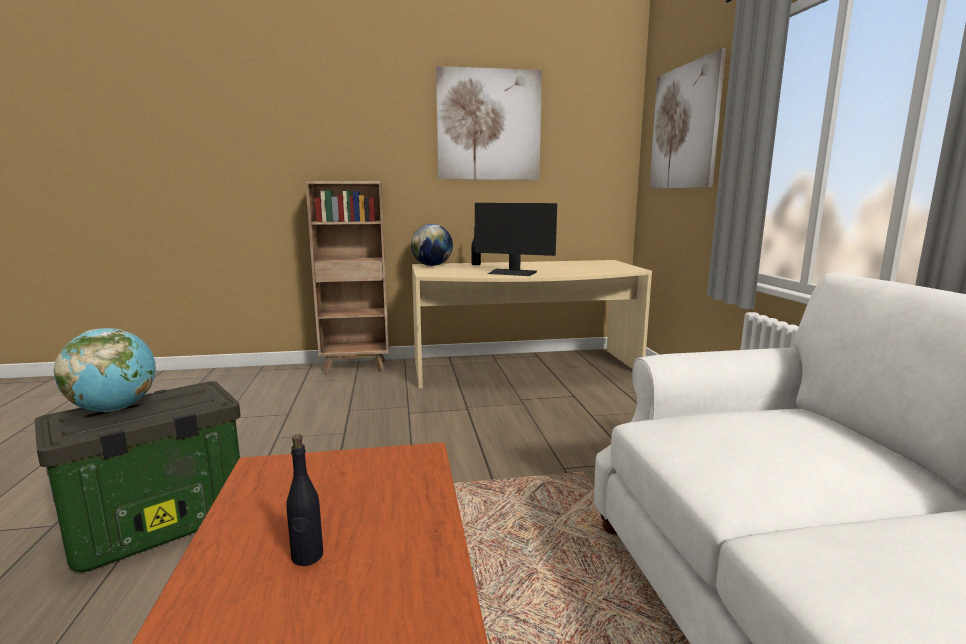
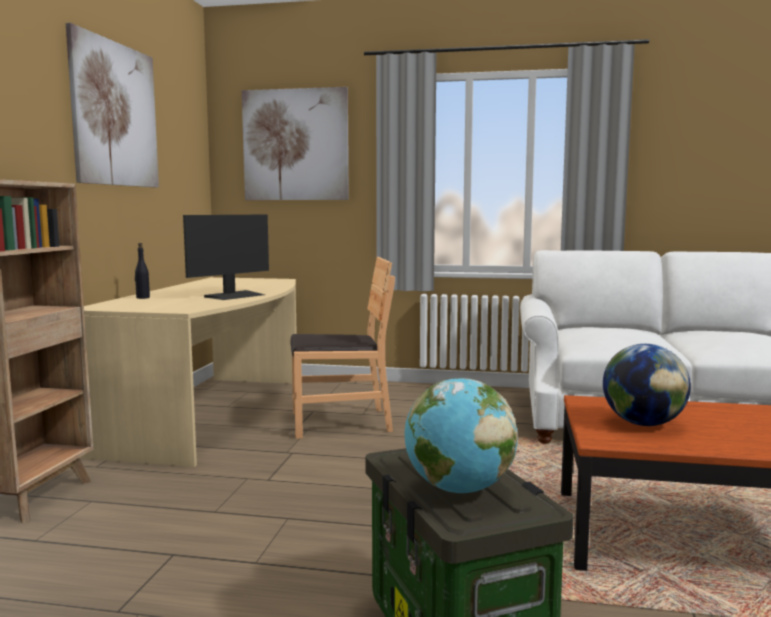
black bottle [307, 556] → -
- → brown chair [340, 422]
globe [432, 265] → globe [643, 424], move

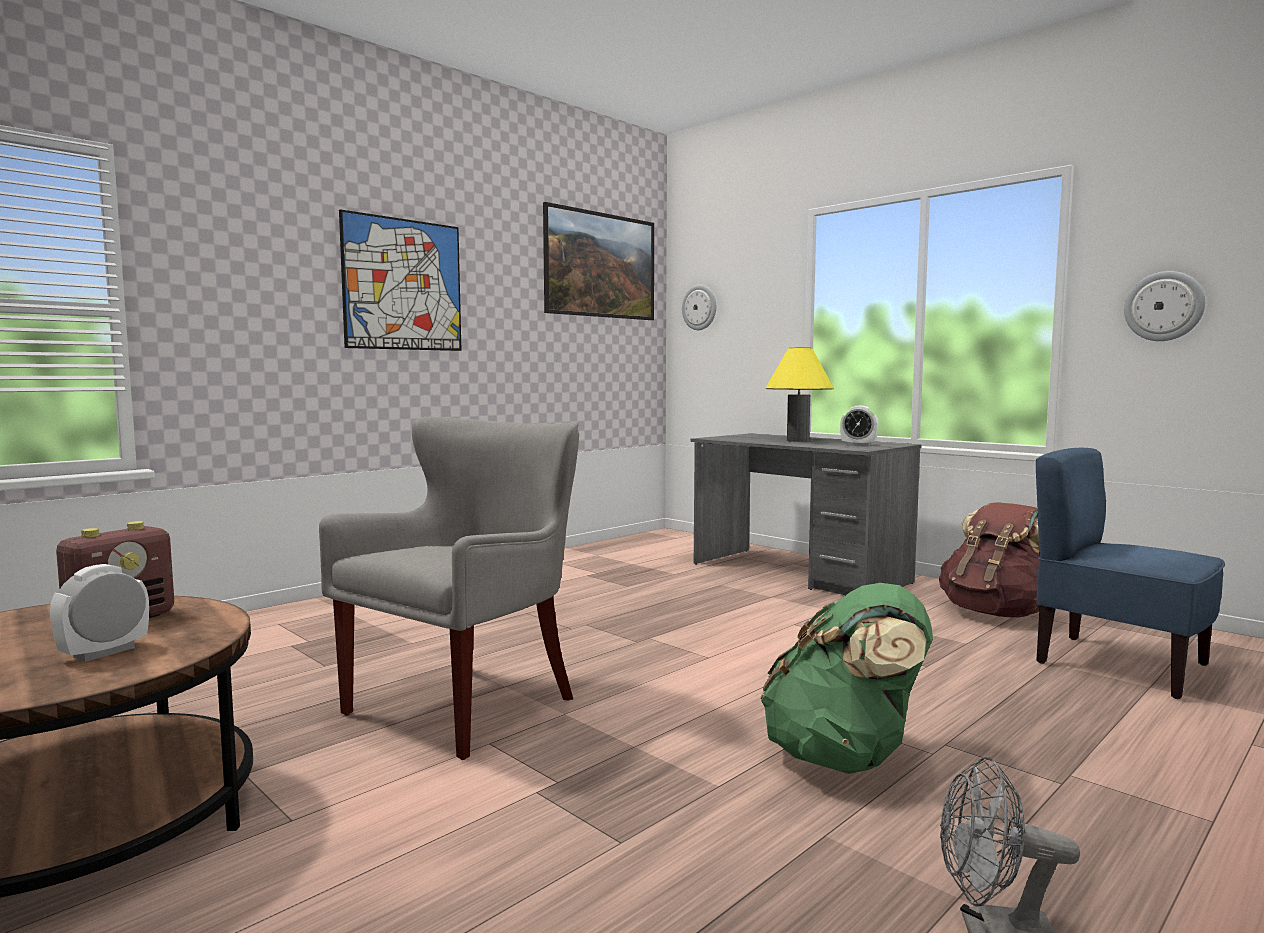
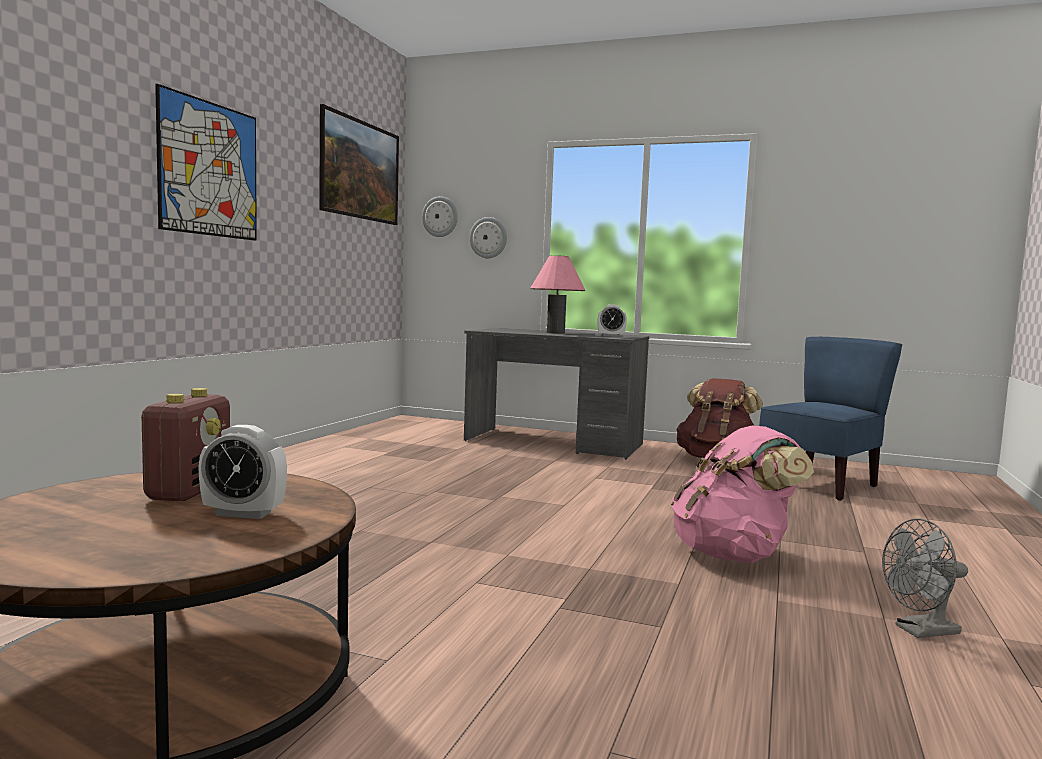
grey armchair [467, 705] → -
wall clock [1164, 306] → wall clock [488, 237], move
green backpack [845, 757] → pink backpack [733, 555]
yellow table lamp [797, 440] → pink table lamp [555, 333]
alarm clock [104, 652] → alarm clock [243, 513], 90 degrees counterclockwise
blue chair [1120, 665] → blue chair [819, 484], 120 degrees clockwise

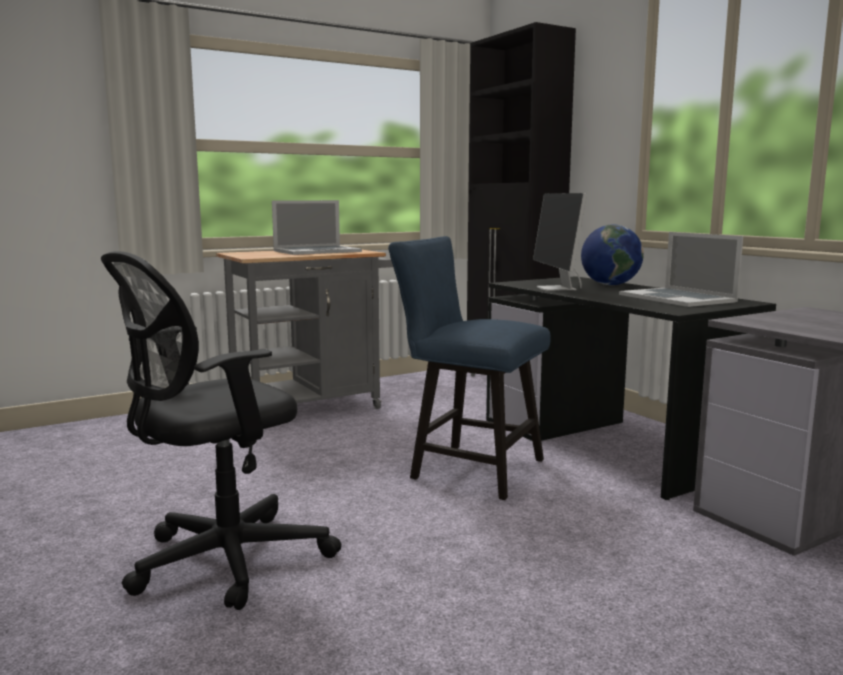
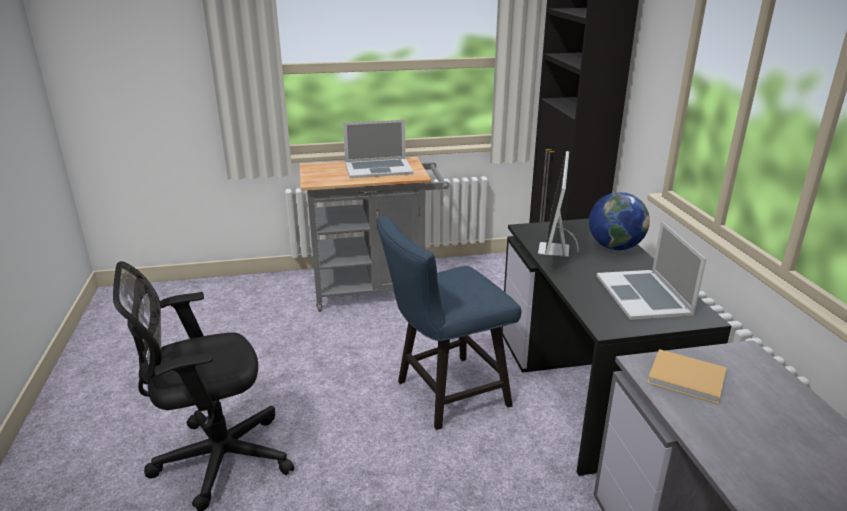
- → beige book [689, 379]
blue chair [468, 468] → blue chair [445, 395], 75 degrees counterclockwise

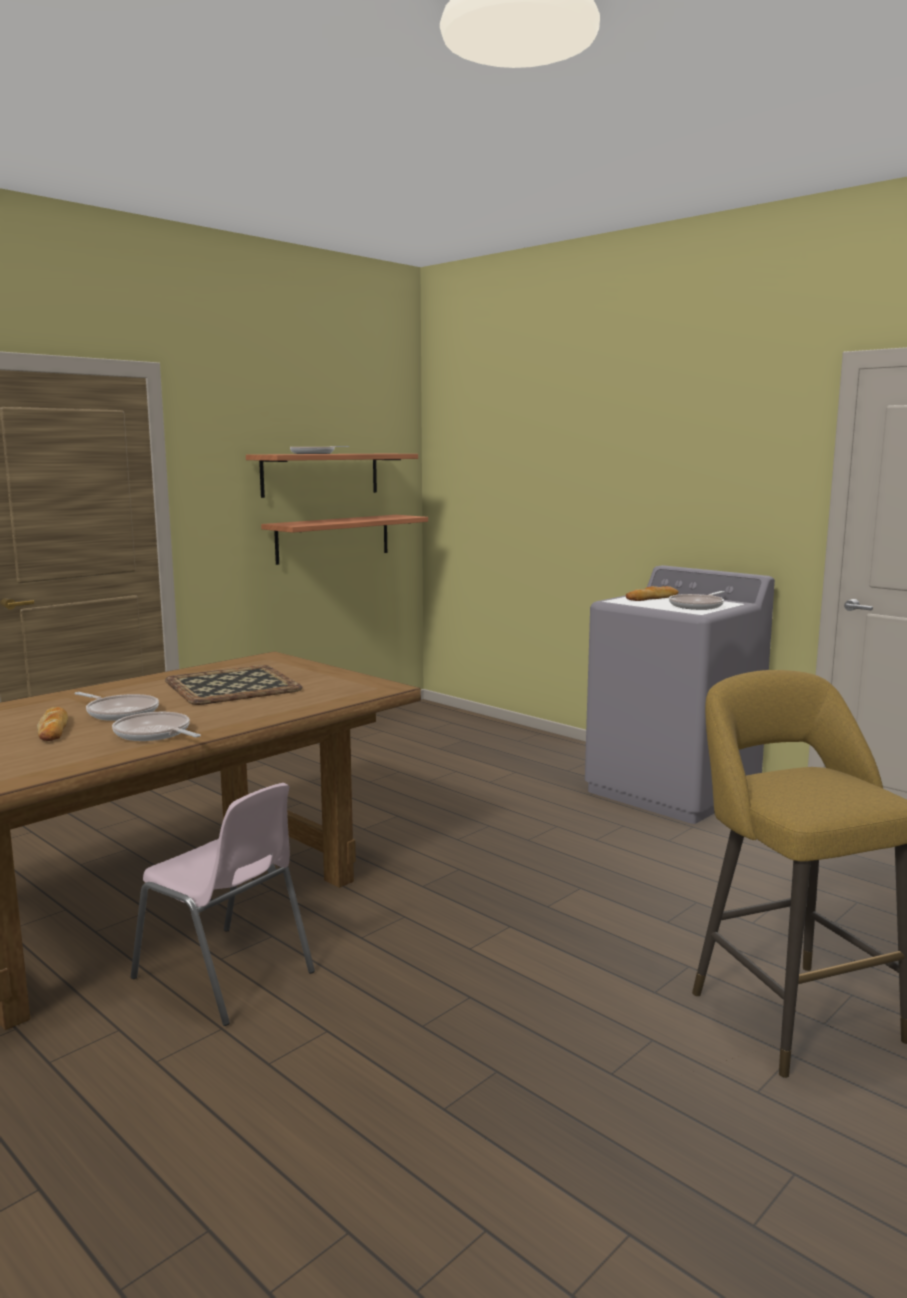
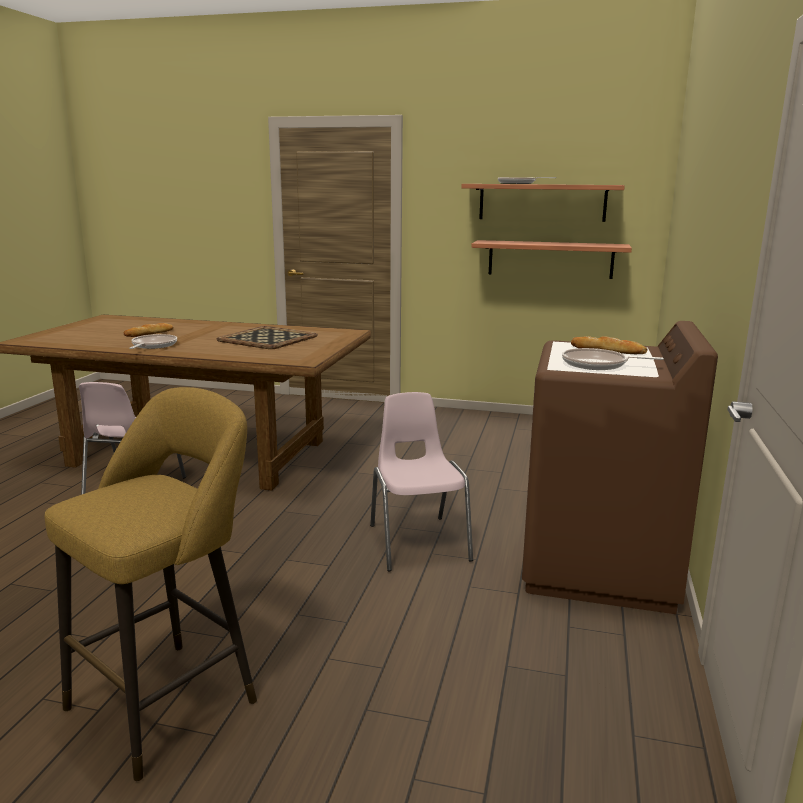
frying pan [120, 712] → -
- → pink chair [418, 542]
grey washing machine [672, 791] → brown washing machine [599, 567]

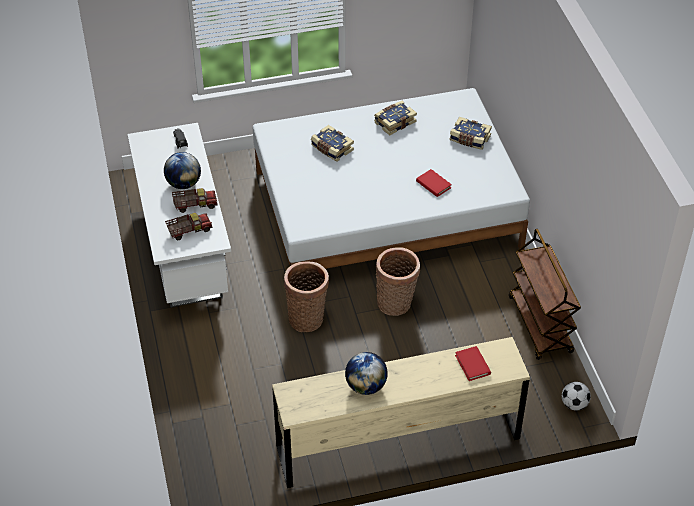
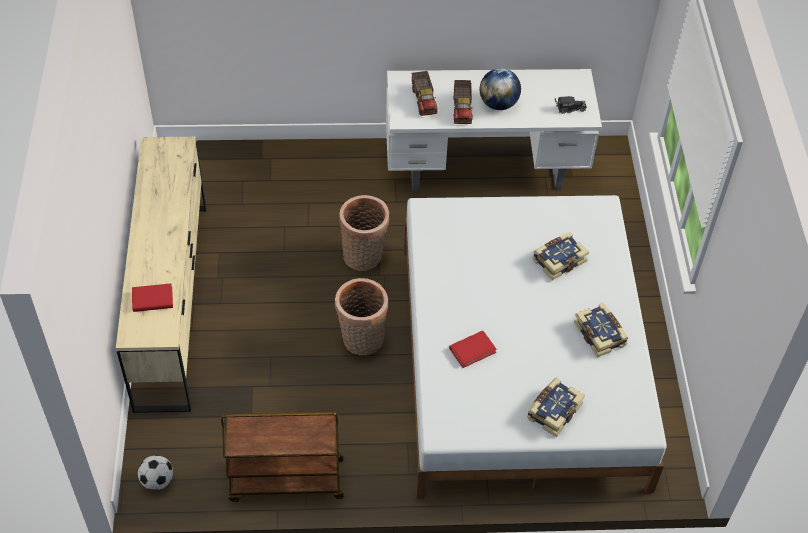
globe [366, 386] → -

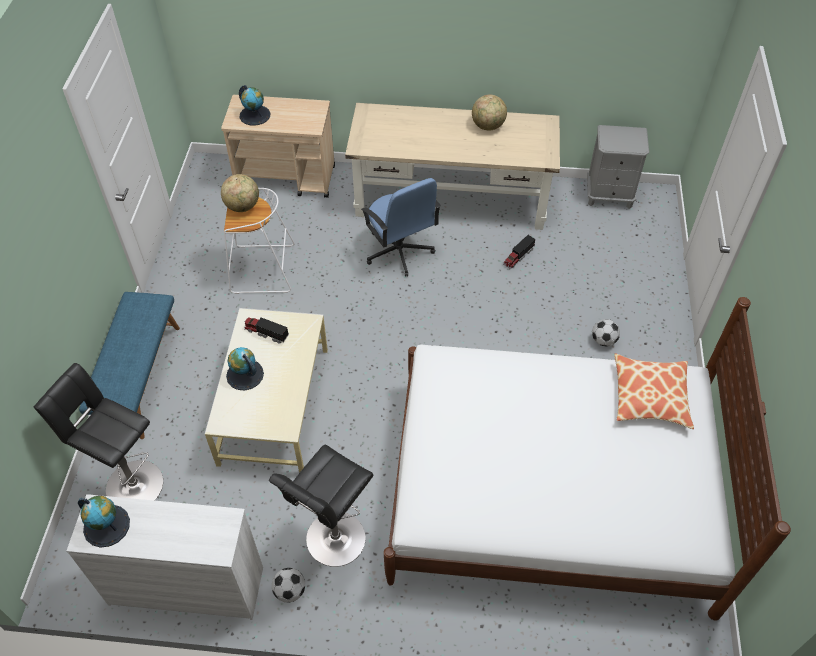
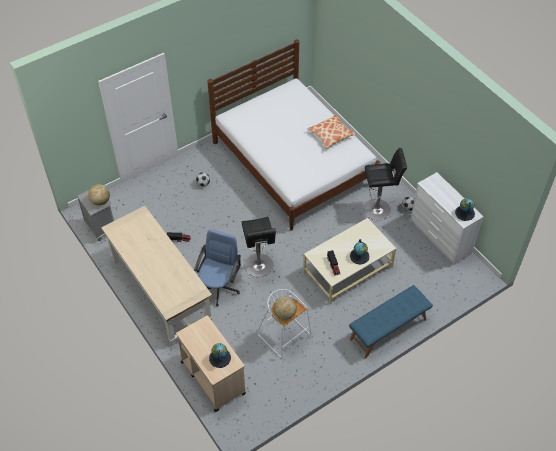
black stool [130, 484] → black stool [259, 267], move
globe [488, 126] → globe [100, 201], move
pillow [650, 396] → pillow [331, 134], move

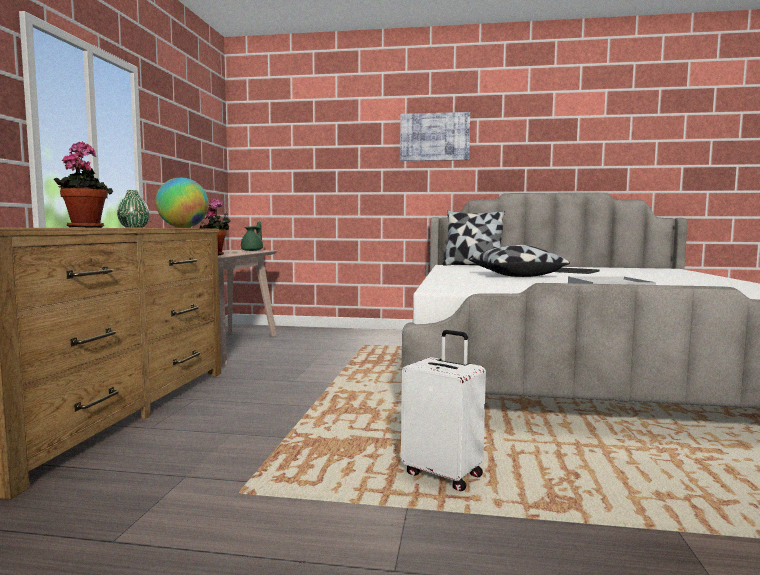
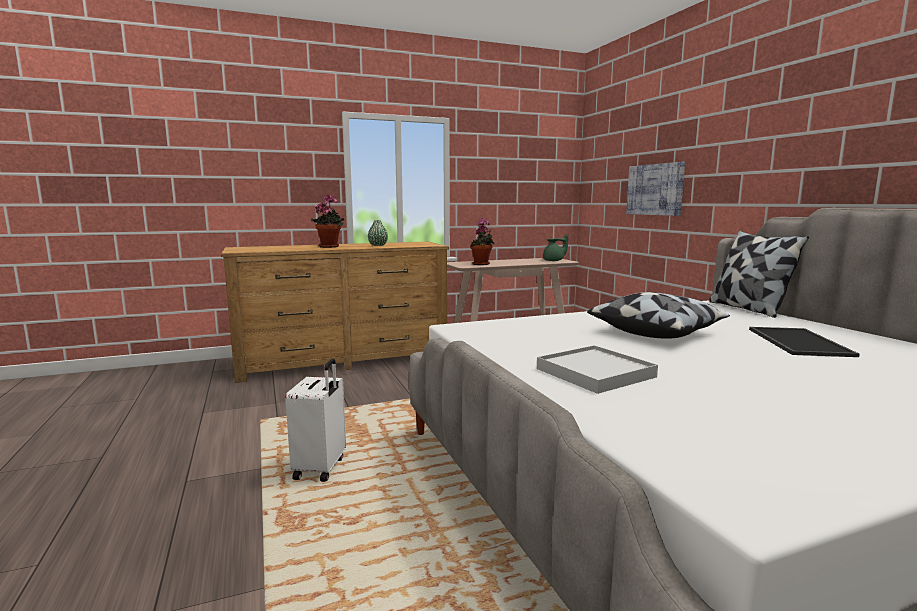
globe [183, 227] → -
picture [434, 137] → picture [655, 189], move

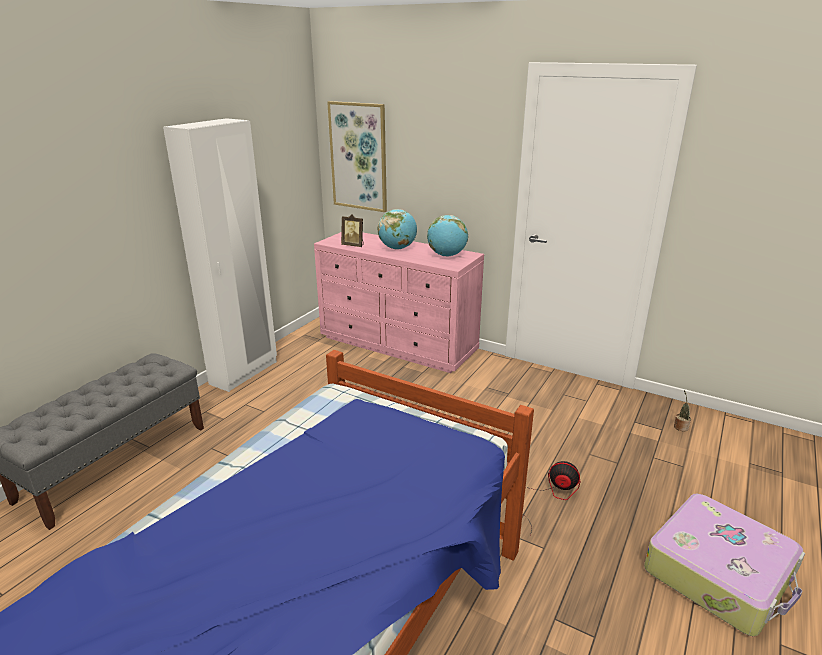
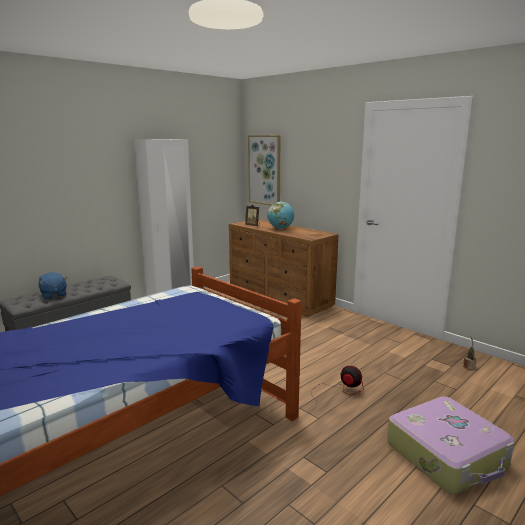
globe [447, 255] → -
- → blue plush toy [53, 295]
pink dresser [399, 344] → brown dresser [280, 298]

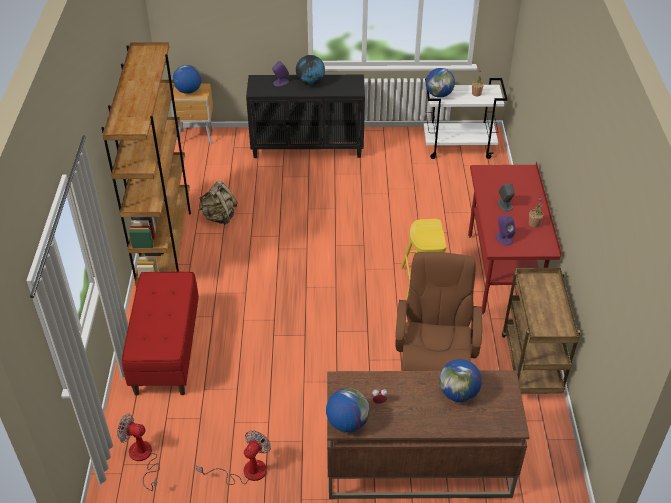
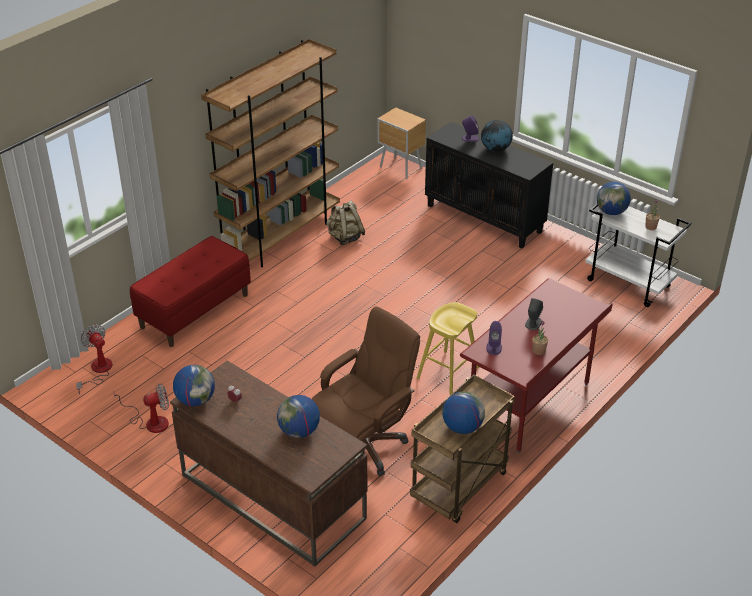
globe [188, 91] → globe [462, 427], move

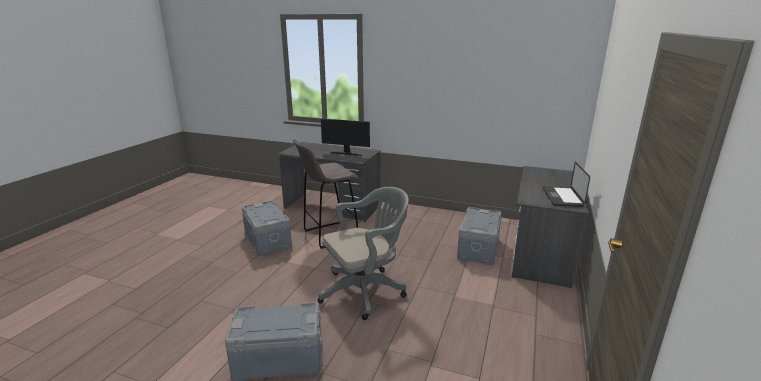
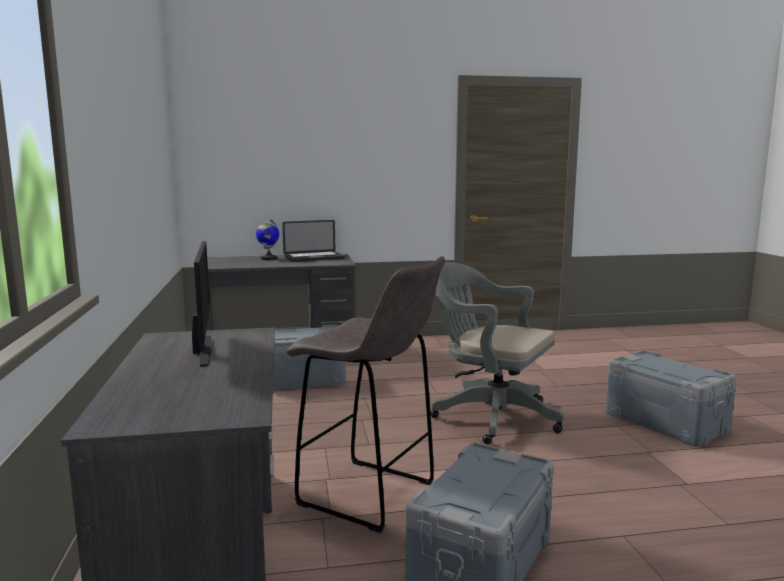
- → globe [268, 258]

